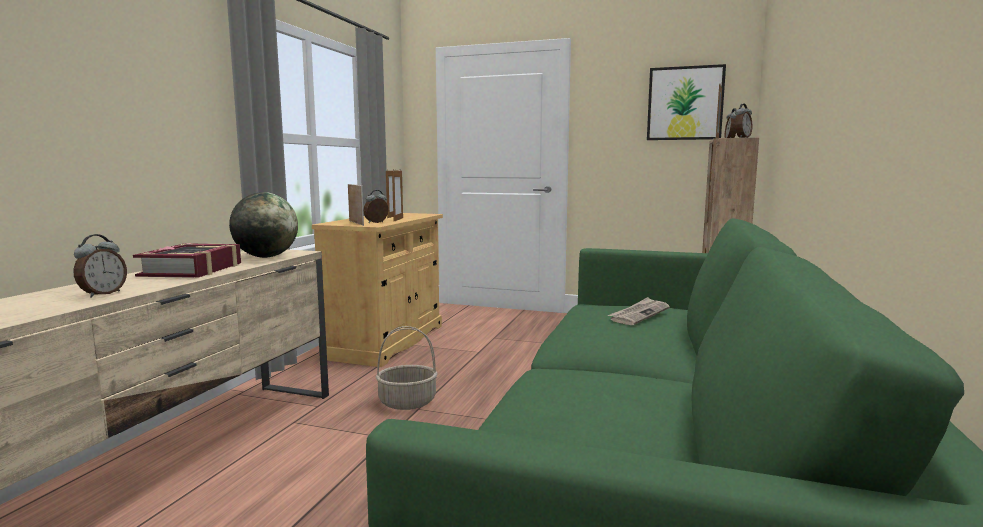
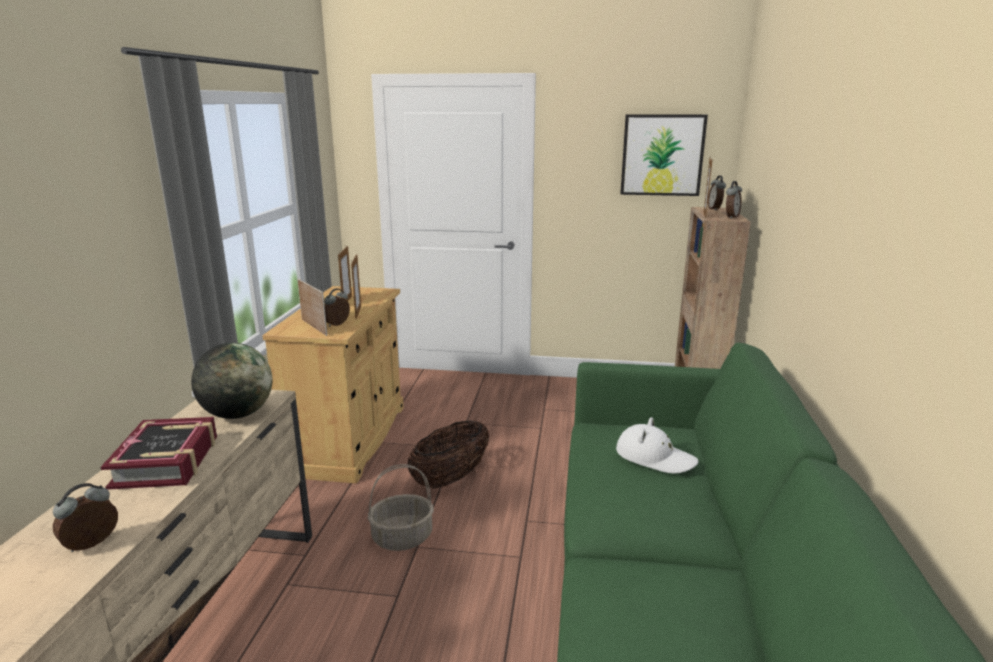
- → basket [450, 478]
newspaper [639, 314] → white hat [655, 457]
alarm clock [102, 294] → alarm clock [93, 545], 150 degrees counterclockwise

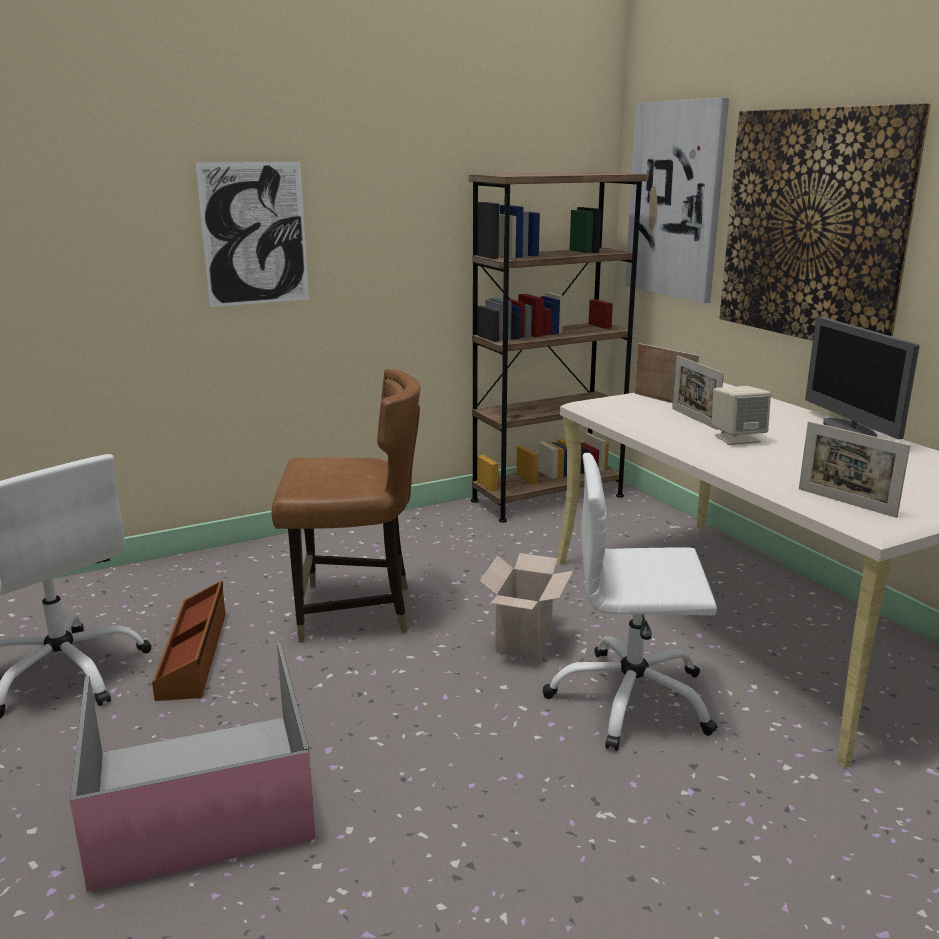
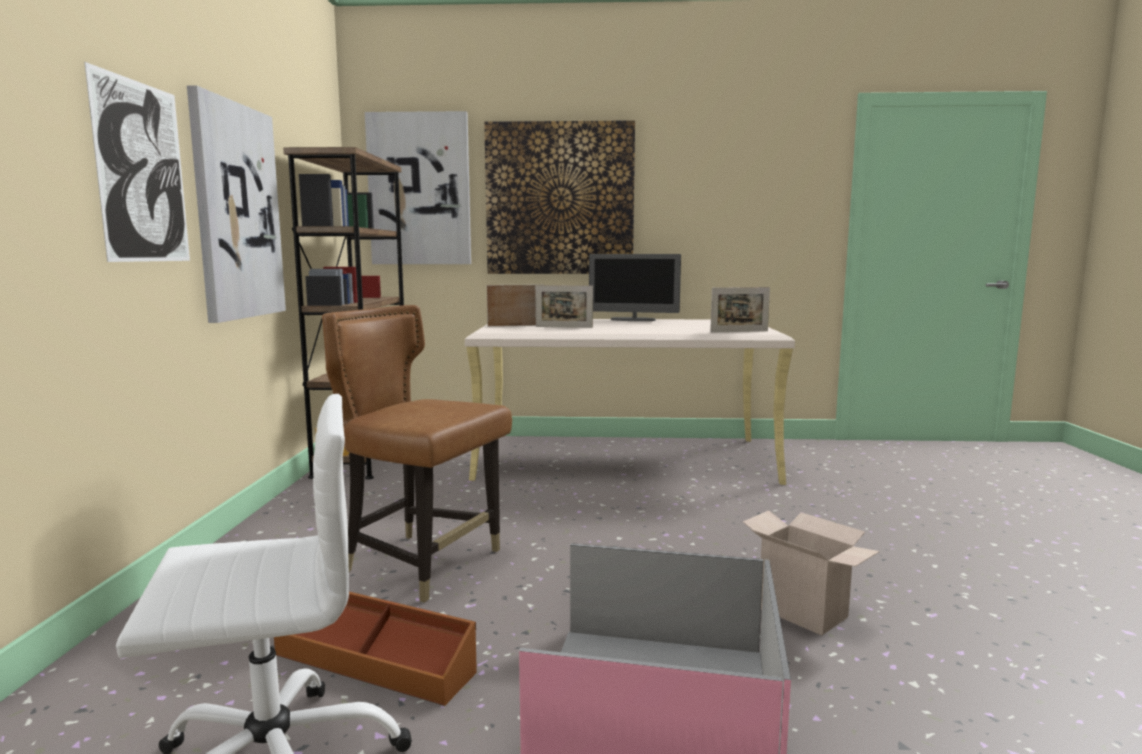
white office chair [631, 700] → -
beige speaker [737, 438] → -
- → picture [237, 212]
cardboard box [525, 643] → cardboard box [806, 613], move
brown chair [354, 611] → brown chair [422, 563], 90 degrees counterclockwise

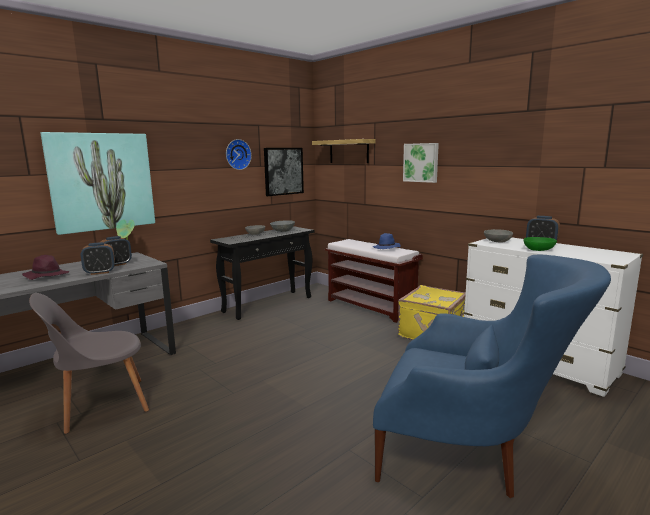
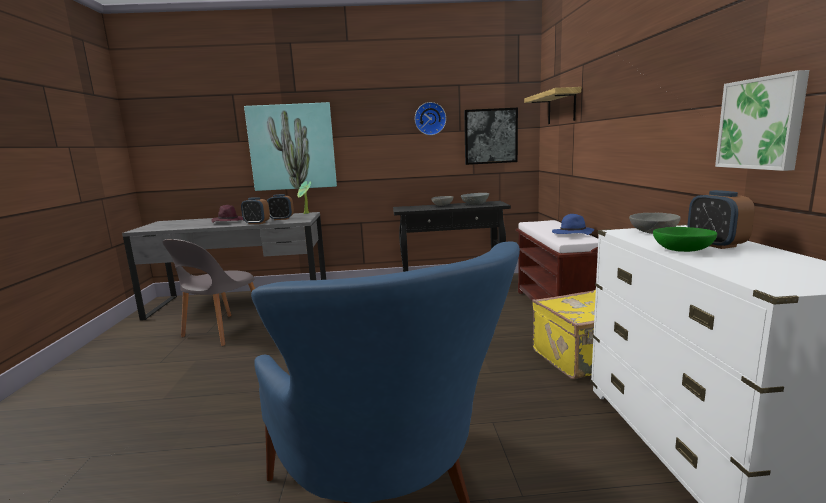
picture [421, 162] → picture [761, 123], move
grey chair [101, 405] → grey chair [223, 331], 75 degrees counterclockwise

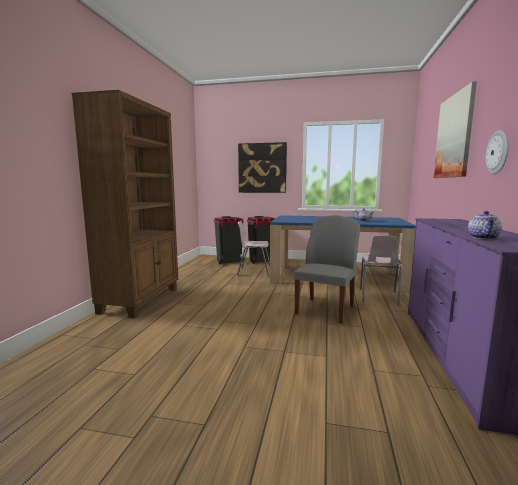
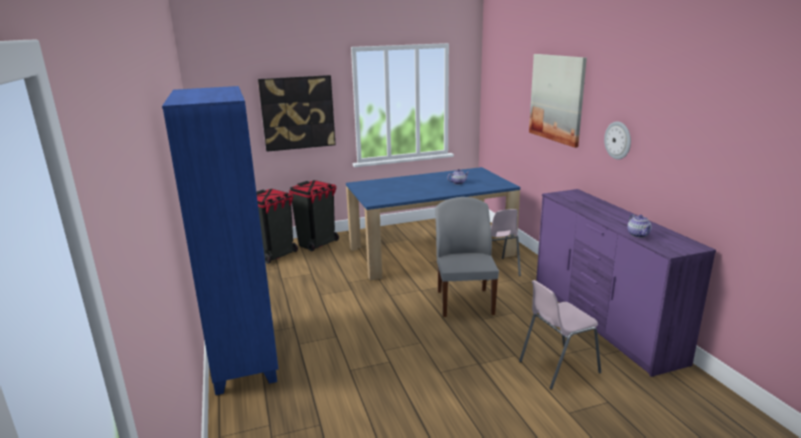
pink chair [254, 272] → pink chair [557, 366], move
brown bookcase [141, 300] → blue bookcase [245, 354]

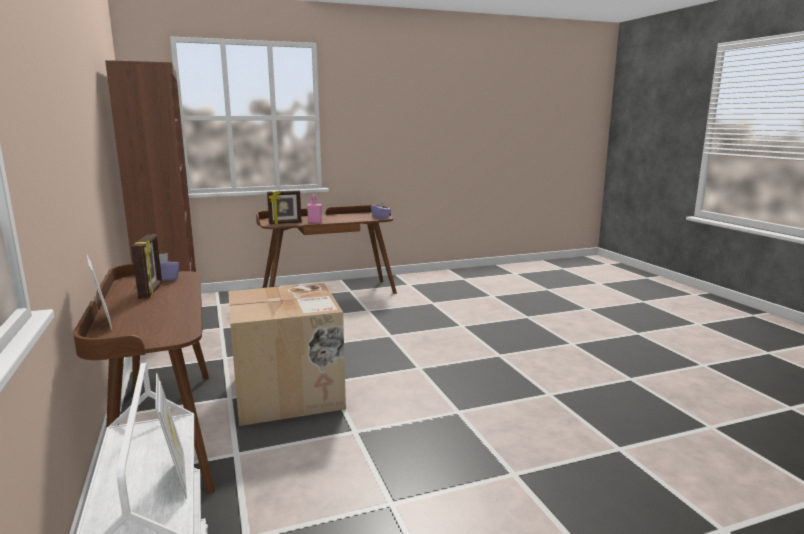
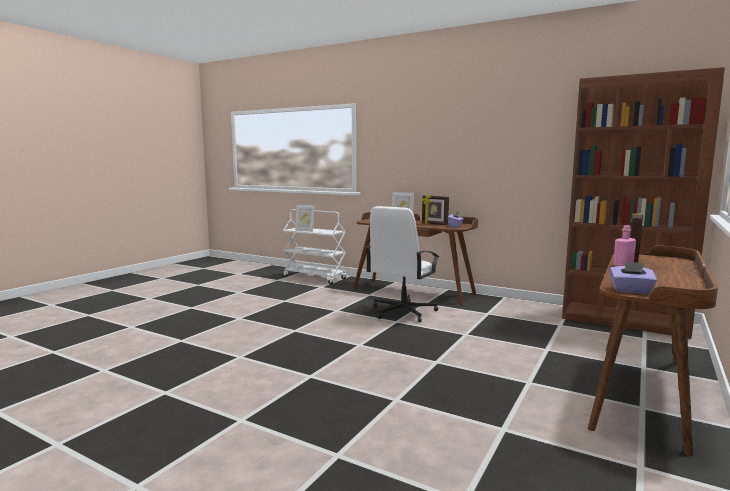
cardboard box [289, 393] → white office chair [402, 312]

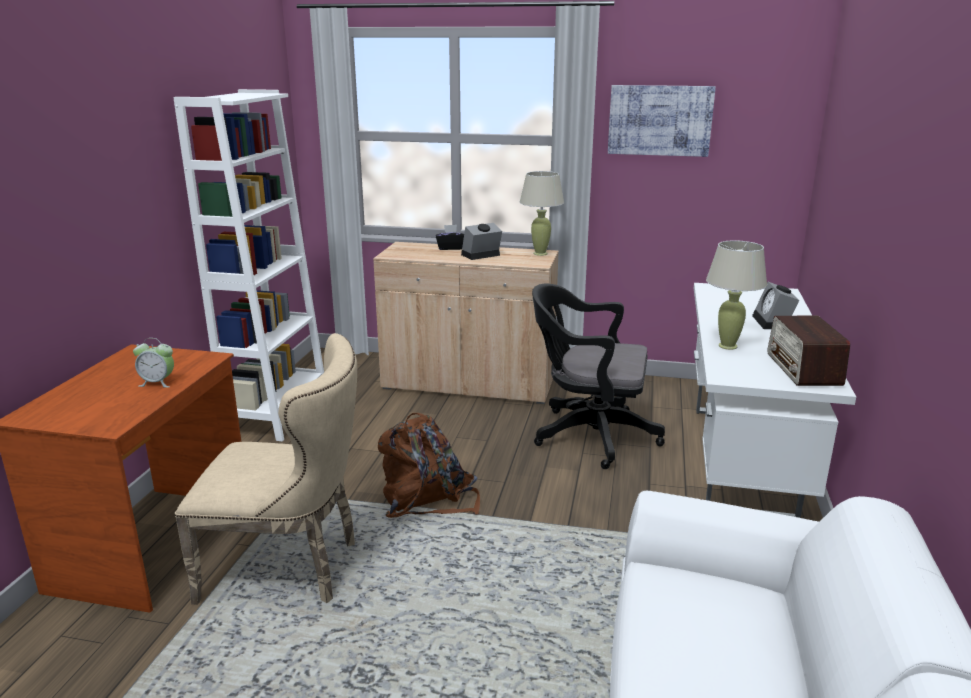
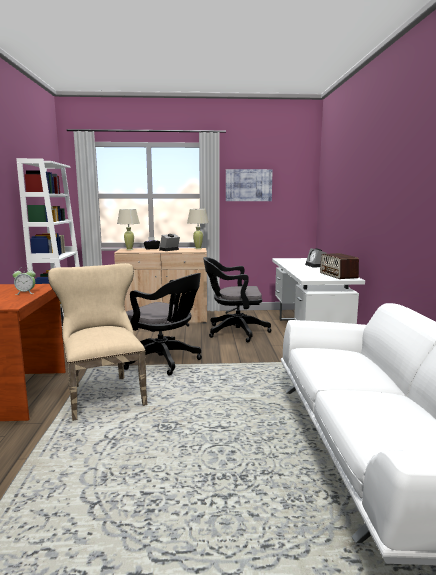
beige table lamp [727, 346] → beige table lamp [129, 249], move
brown backpack [427, 498] → black office chair [165, 361]
beige chair [291, 567] → beige chair [103, 393], 105 degrees counterclockwise

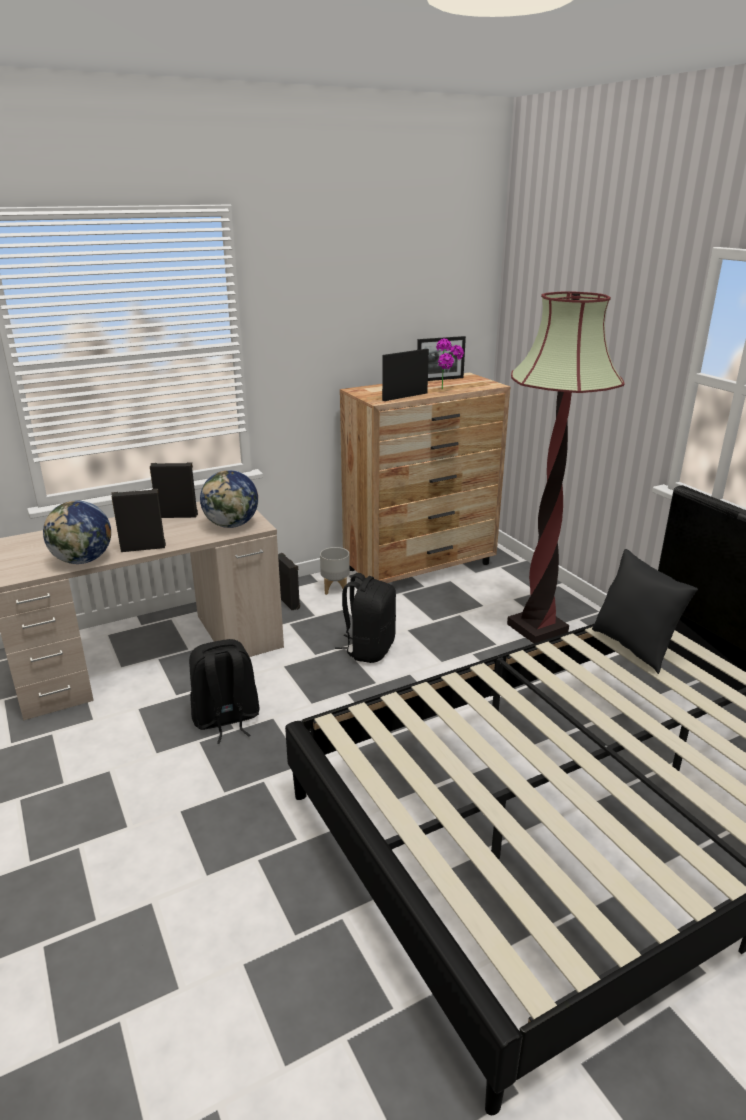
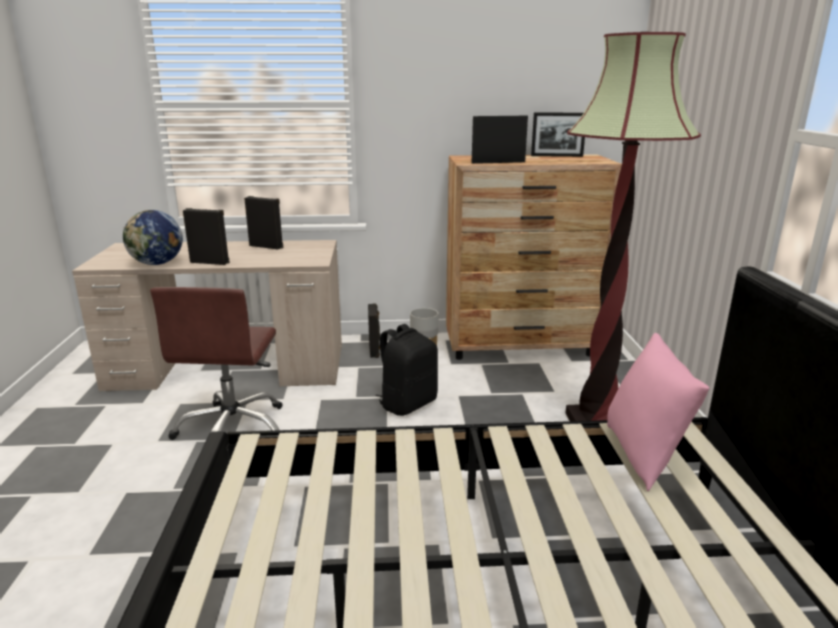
globe [232, 525] → -
potted plant [447, 390] → -
black backpack [226, 720] → brown office chair [233, 430]
black pillow [633, 647] → pink pillow [643, 455]

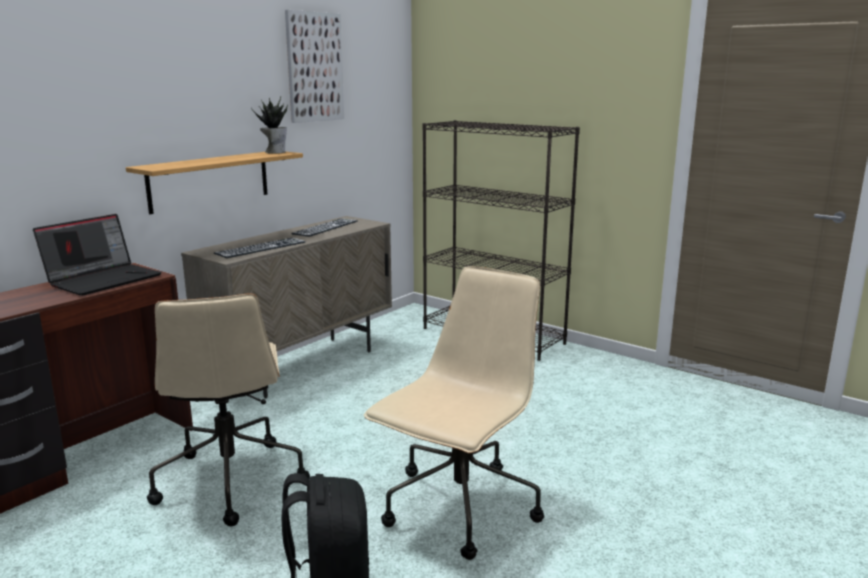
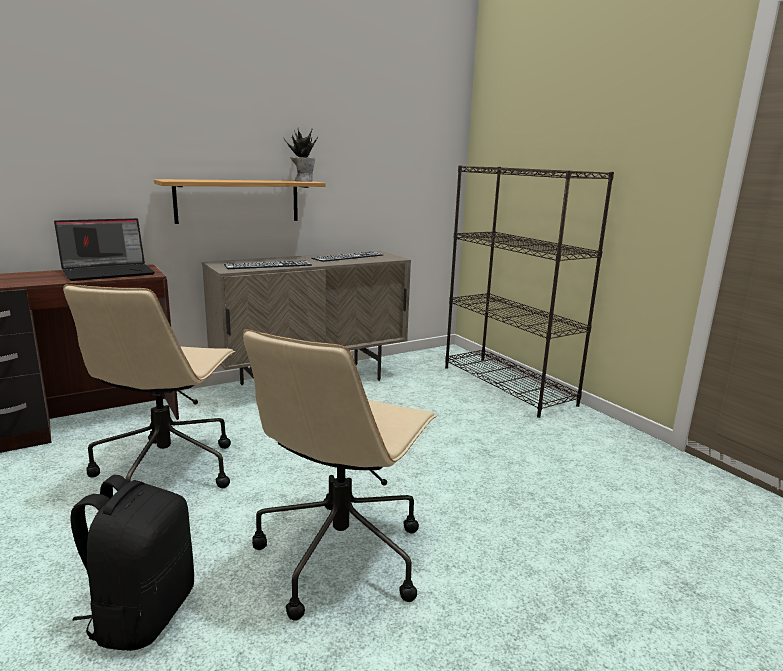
picture [314, 67] → -
beige office chair [459, 509] → beige office chair [341, 554], 150 degrees clockwise

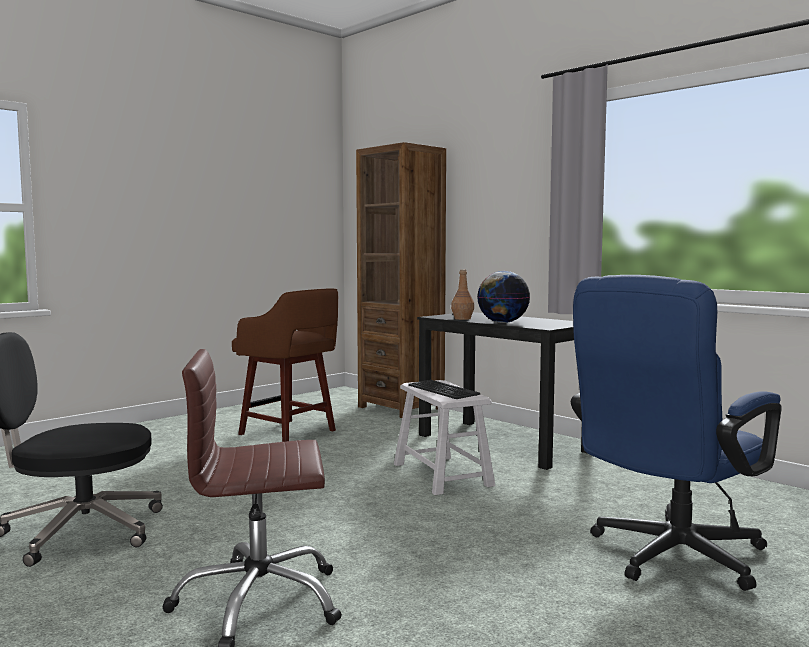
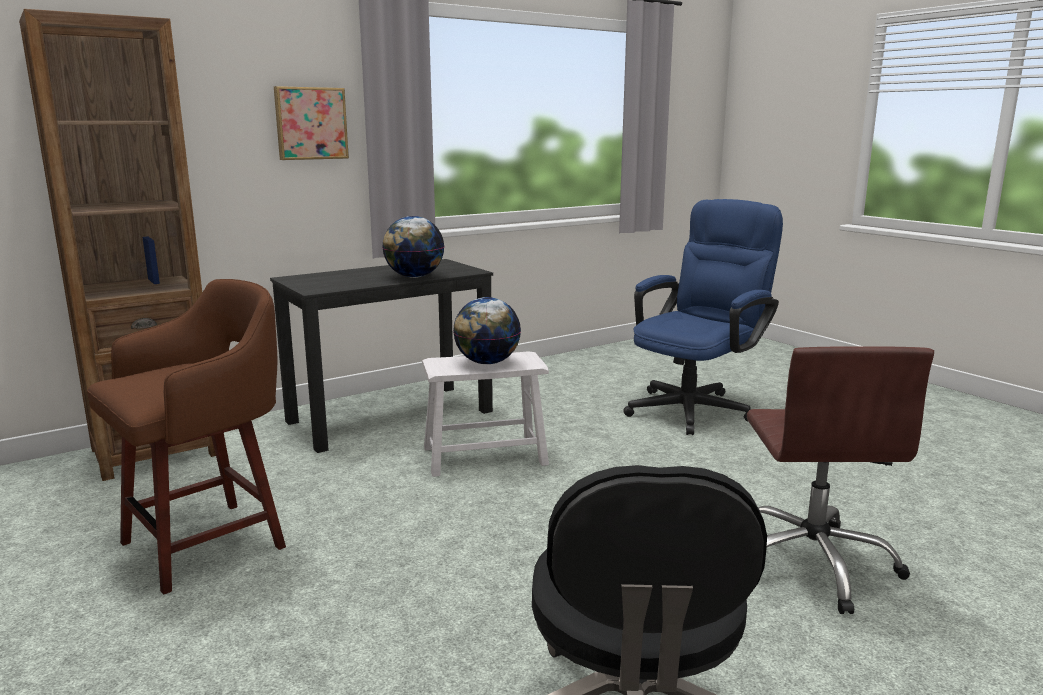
brown bottle [462, 318] → -
- → picture [310, 123]
keyboard [442, 390] → globe [487, 362]
blue office chair [668, 558] → blue office chair [695, 407], 105 degrees counterclockwise

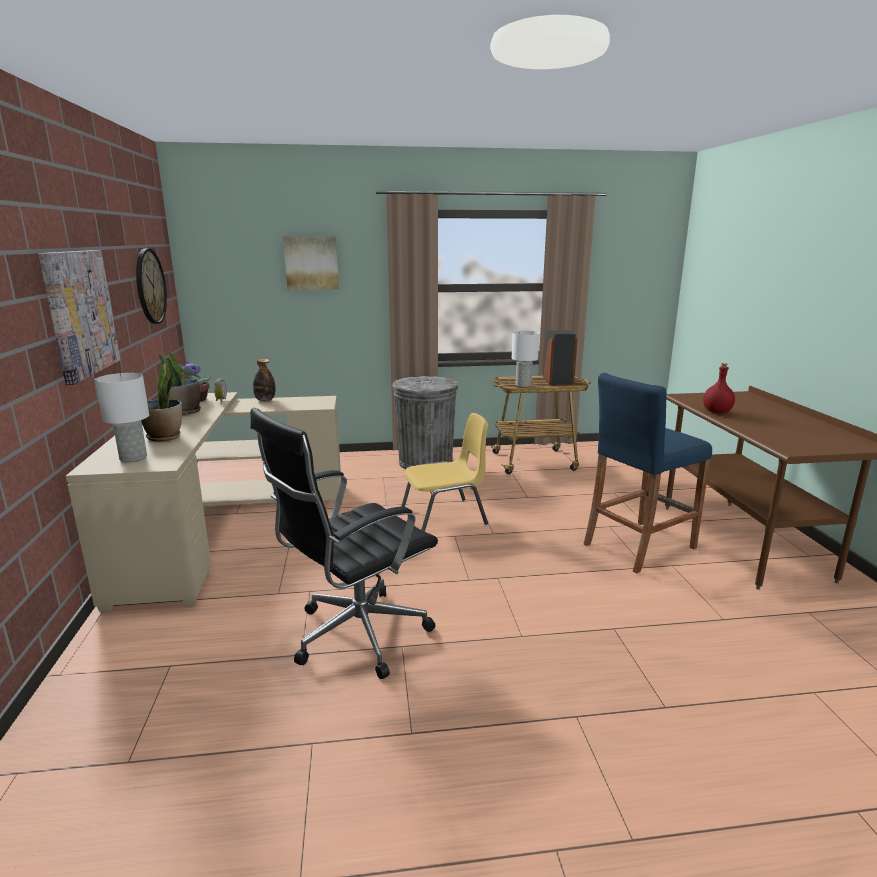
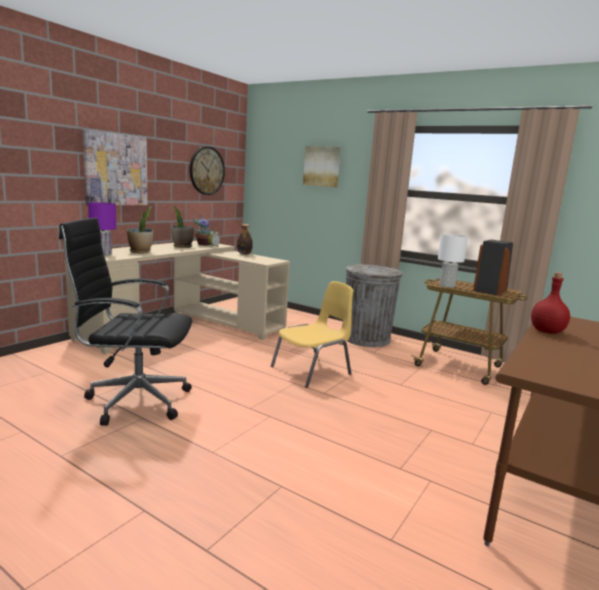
blue stool [639, 545] → -
white table lamp [134, 458] → purple table lamp [104, 254]
yellow chair [445, 516] → yellow chair [312, 371], 60 degrees counterclockwise

